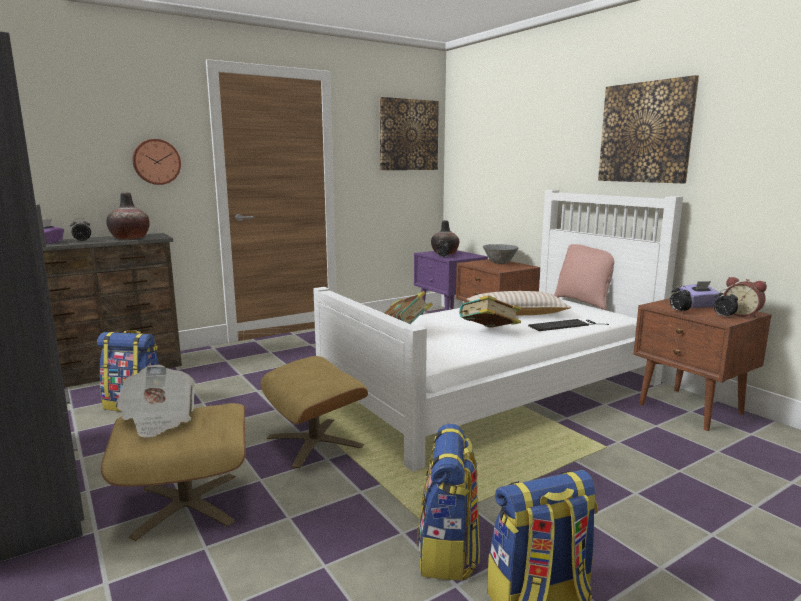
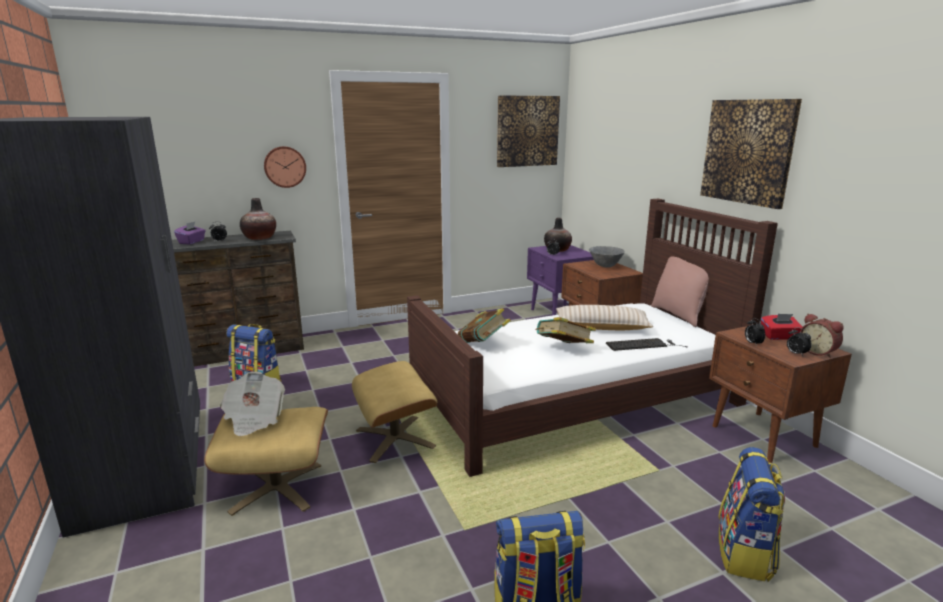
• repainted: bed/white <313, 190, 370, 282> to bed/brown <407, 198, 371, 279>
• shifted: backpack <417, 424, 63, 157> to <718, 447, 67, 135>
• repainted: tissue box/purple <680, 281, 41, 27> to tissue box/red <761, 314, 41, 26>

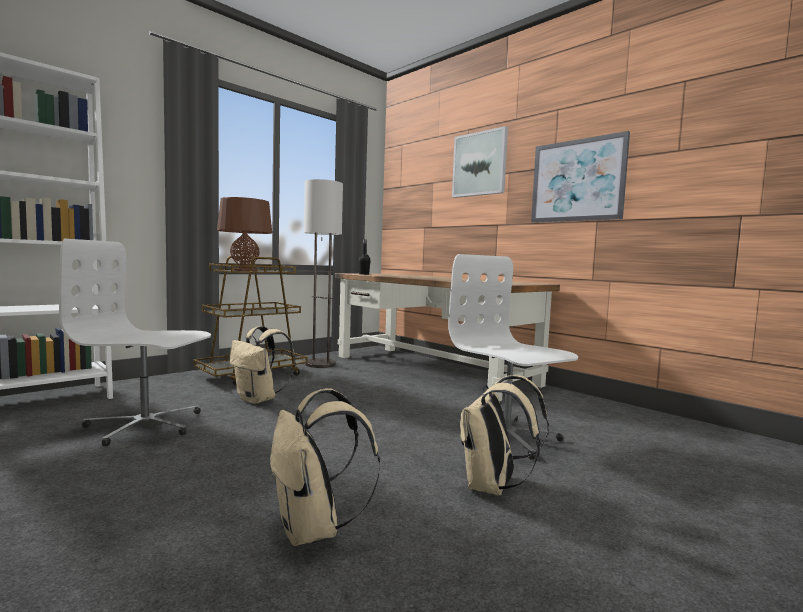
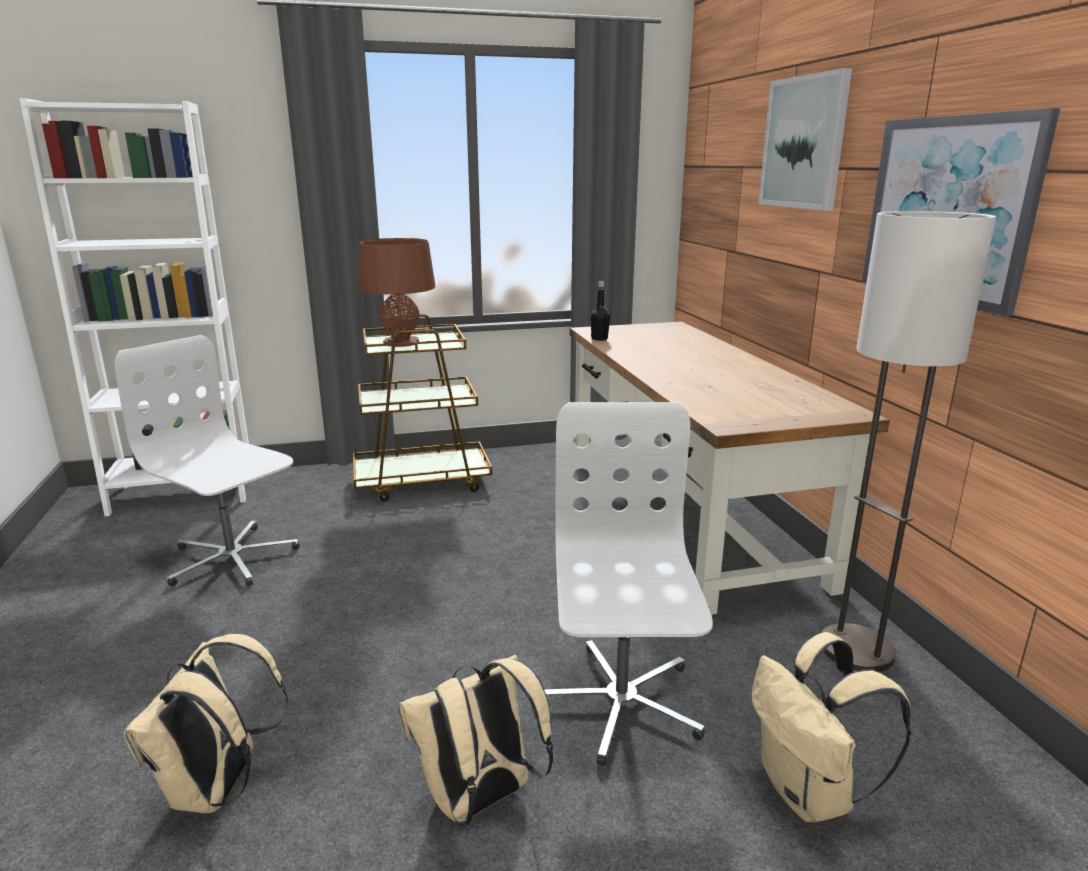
• shifted: backpack/beige <230, 326, 65, 78> to <752, 632, 159, 190>
• shifted: floor lamp <304, 179, 39, 189> to <821, 211, 175, 461>

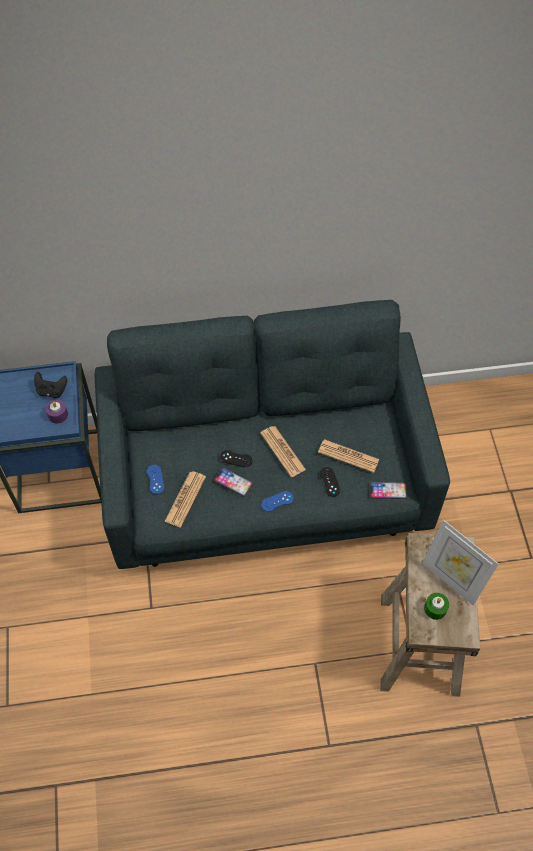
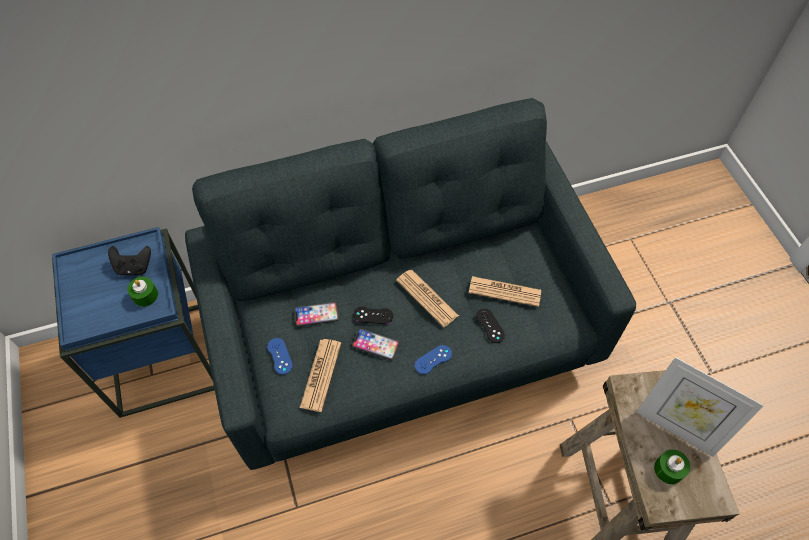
• repainted: candle/purple <46, 400, 22, 23> to candle/green <127, 277, 31, 30>
• shifted: phone <370, 482, 37, 17> to <294, 302, 45, 25>

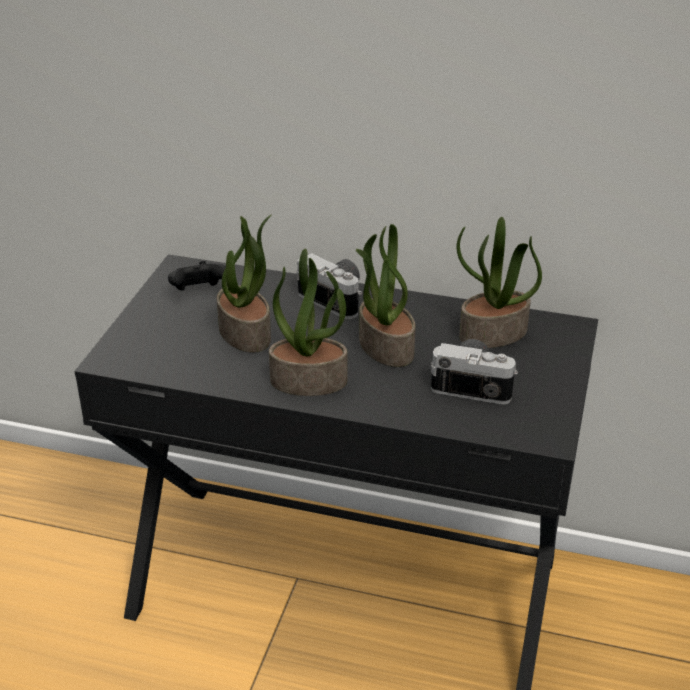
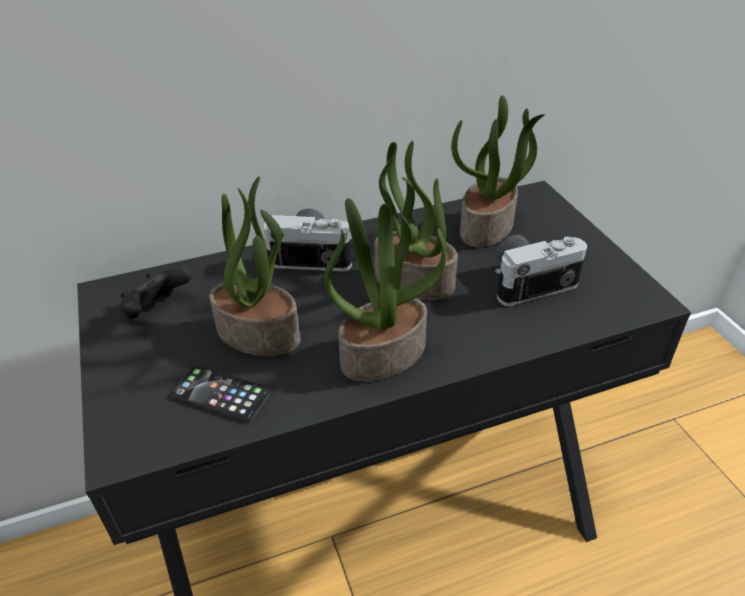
• new: phone <172, 366, 99, 56>

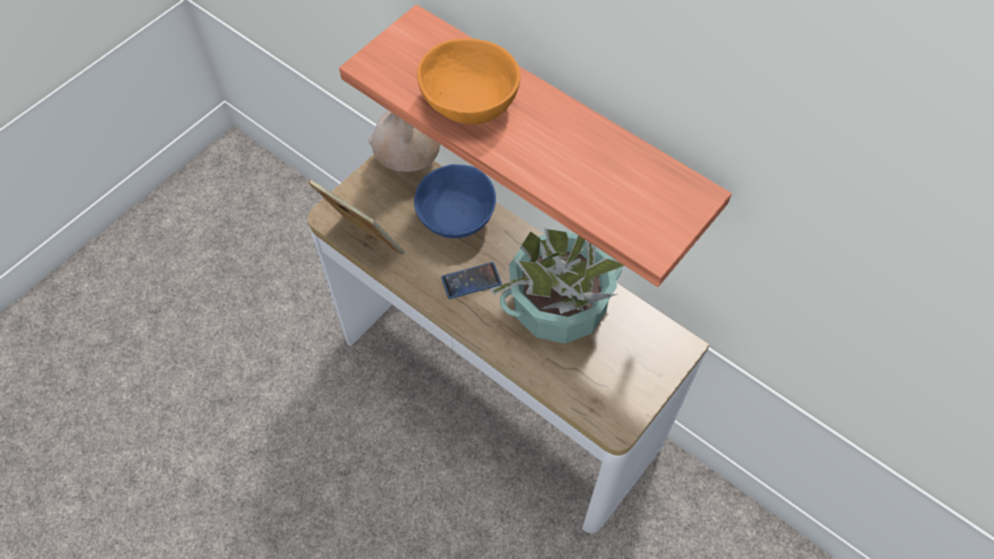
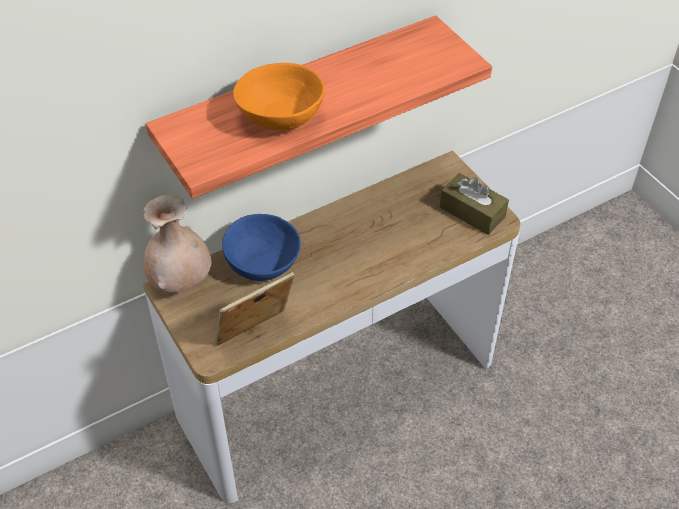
• new: tissue box/brown <440, 173, 69, 62>
• gone: phone <441, 262, 61, 37>
• gone: potted plant <489, 228, 135, 116>

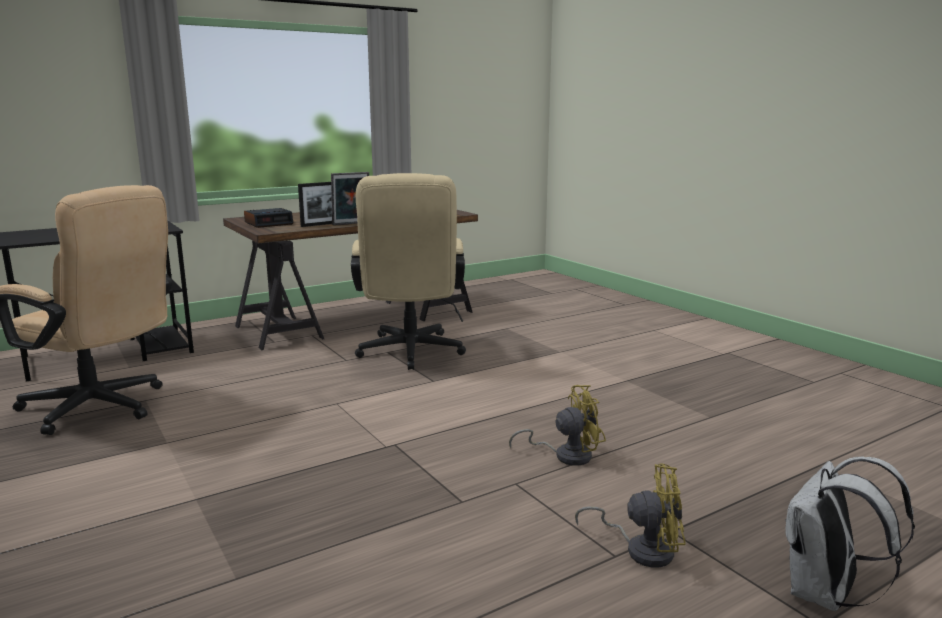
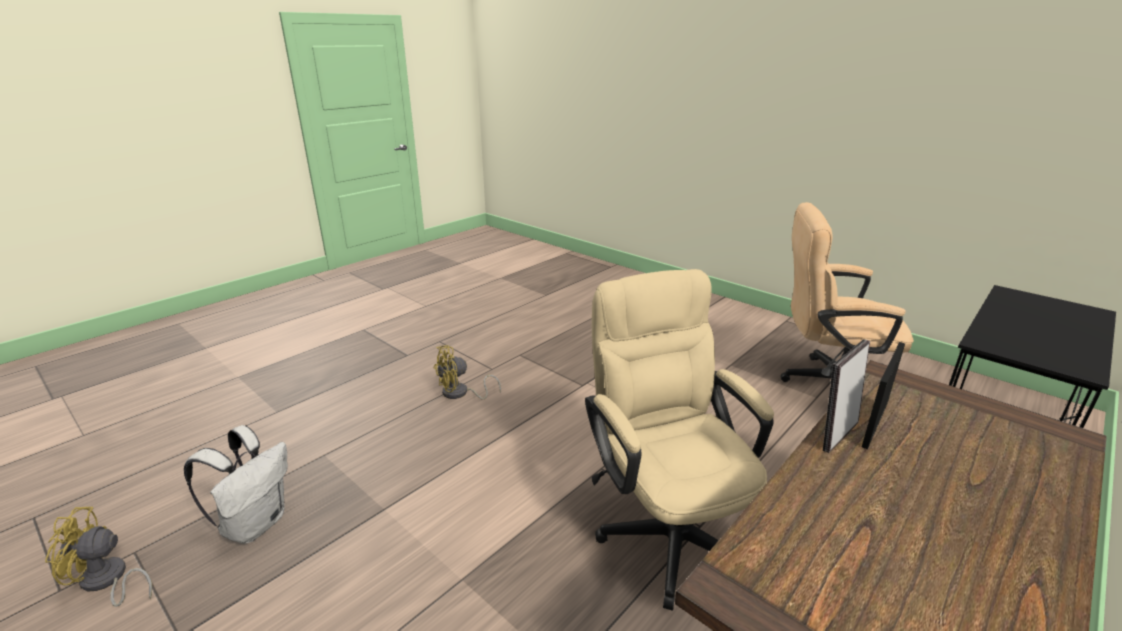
• shifted: fan/yellow <575, 463, 111, 104> to <45, 507, 107, 100>
• shifted: backpack/white <785, 457, 130, 154> to <184, 425, 104, 119>
• gone: alarm clock <244, 208, 49, 20>

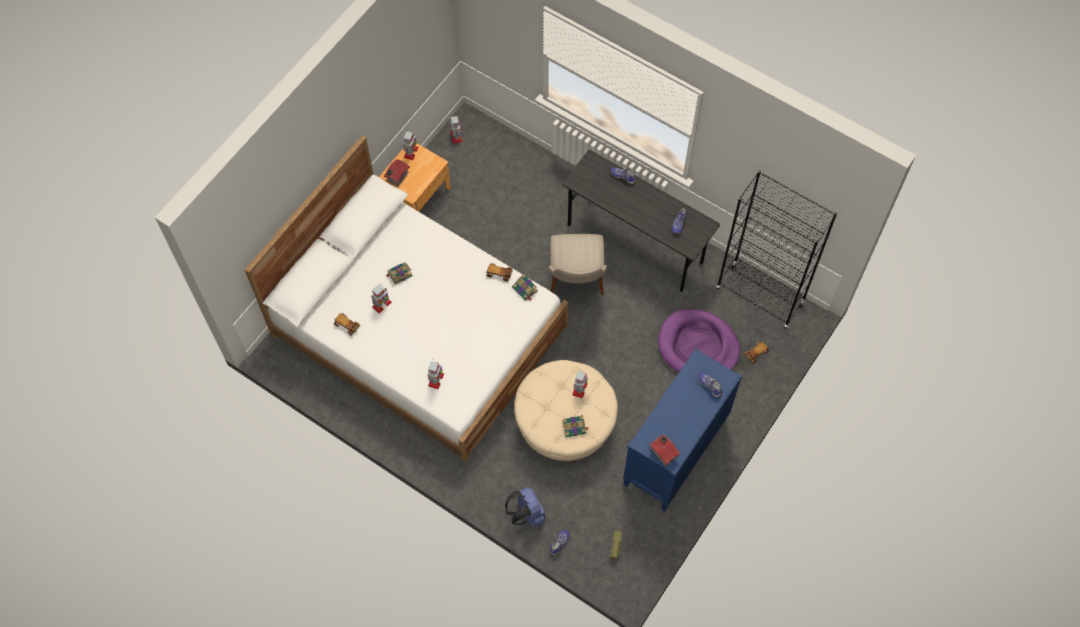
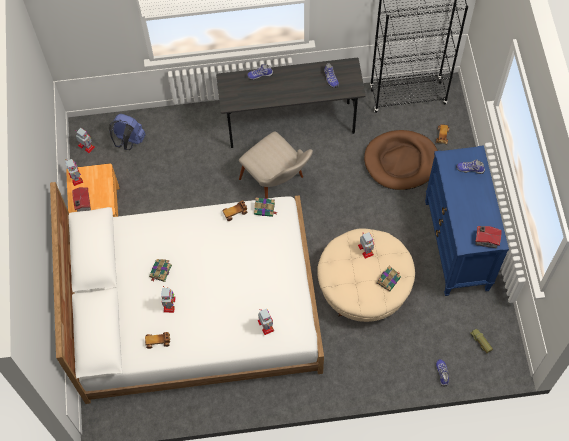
• shifted: backpack/blue <505, 487, 41, 40> to <109, 114, 37, 36>
• repainted: dog bed/purple <658, 309, 82, 64> to dog bed/brown <364, 130, 74, 60>

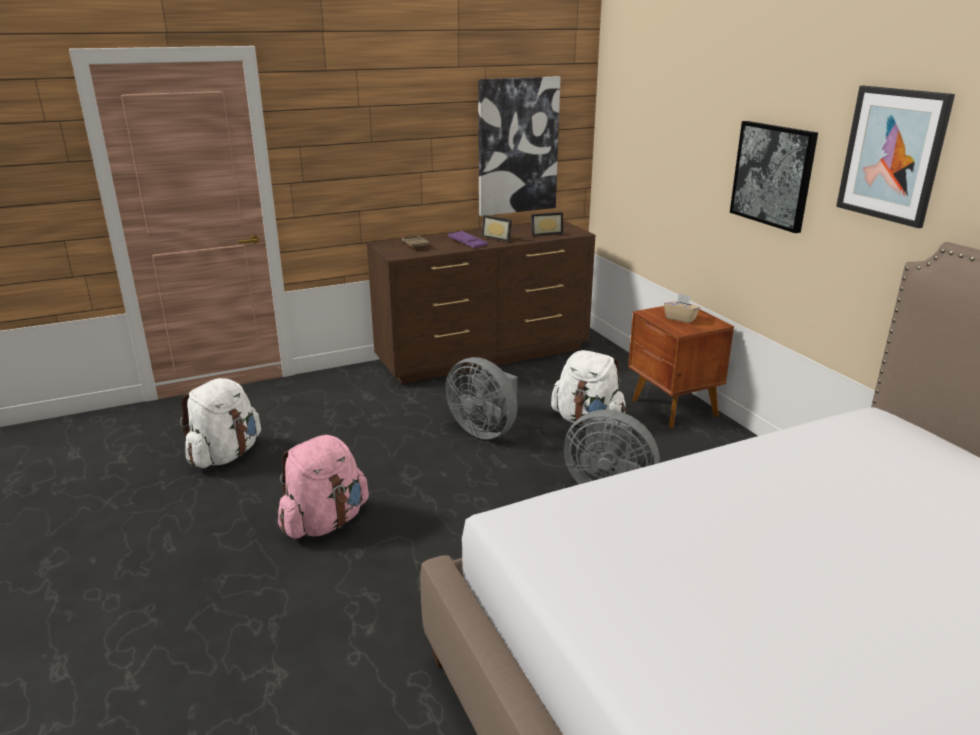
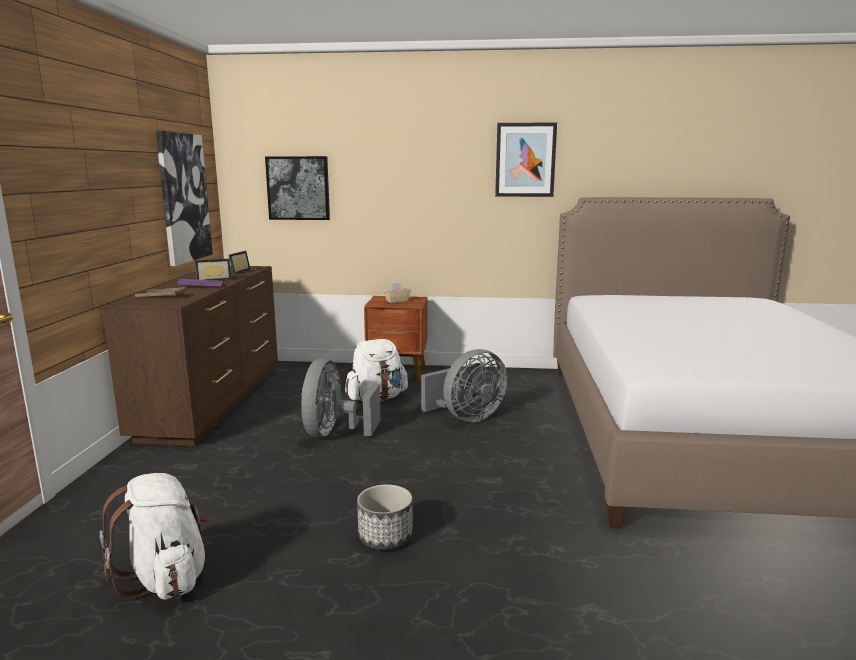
• shifted: picture <730, 121, 88, 112> to <265, 156, 65, 64>
• rotated: fan/grey <445, 357, 72, 82> = <301, 358, 80, 79> 120 degrees clockwise
• swapped: backpack/pink <278, 435, 91, 104> to planter <357, 484, 56, 66>

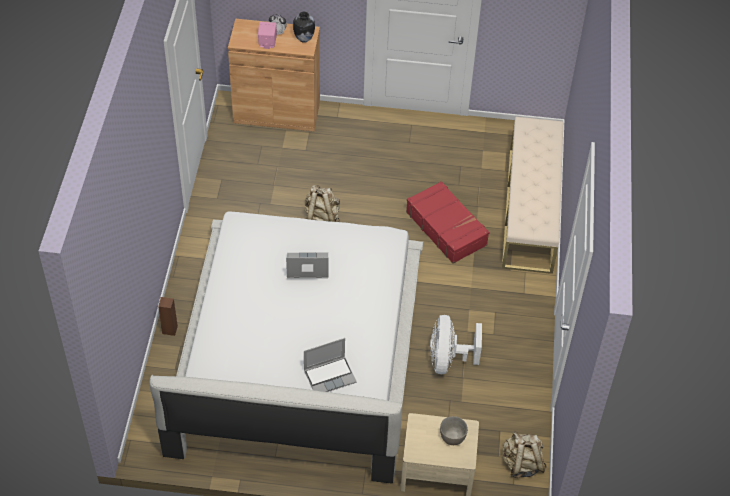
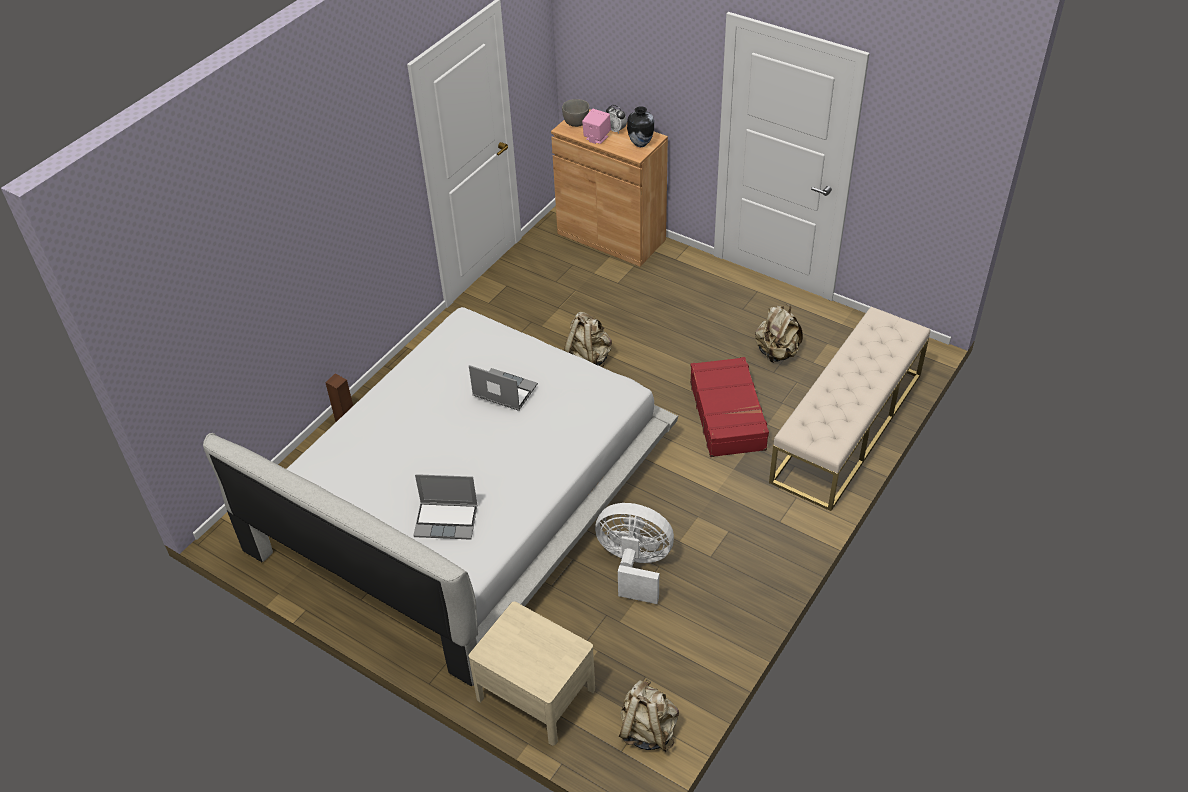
• shifted: bowl/grey <440, 416, 28, 29> to <562, 99, 27, 28>
• rotated: fan/white <430, 315, 52, 59> = <595, 503, 79, 101> 75 degrees clockwise
• new: backpack/beige <755, 304, 48, 59>

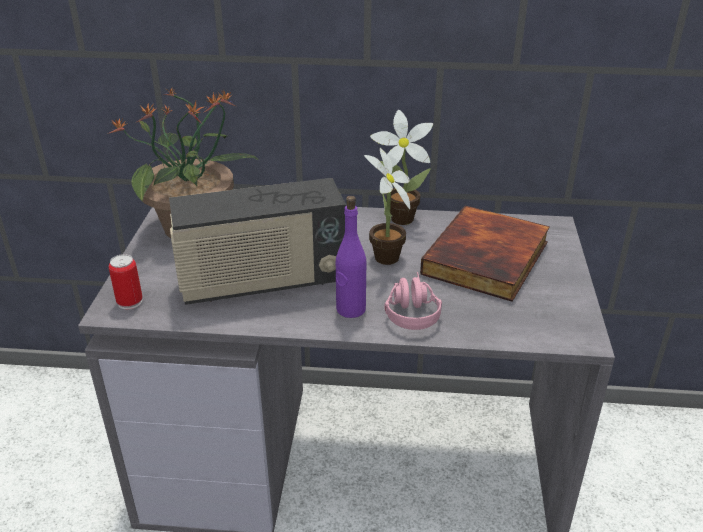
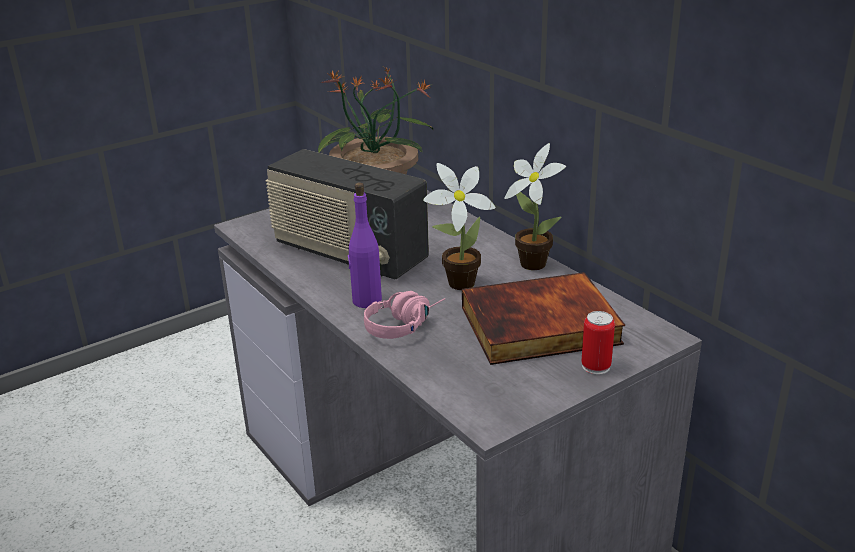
• shifted: can <109, 254, 34, 56> to <581, 311, 34, 64>

